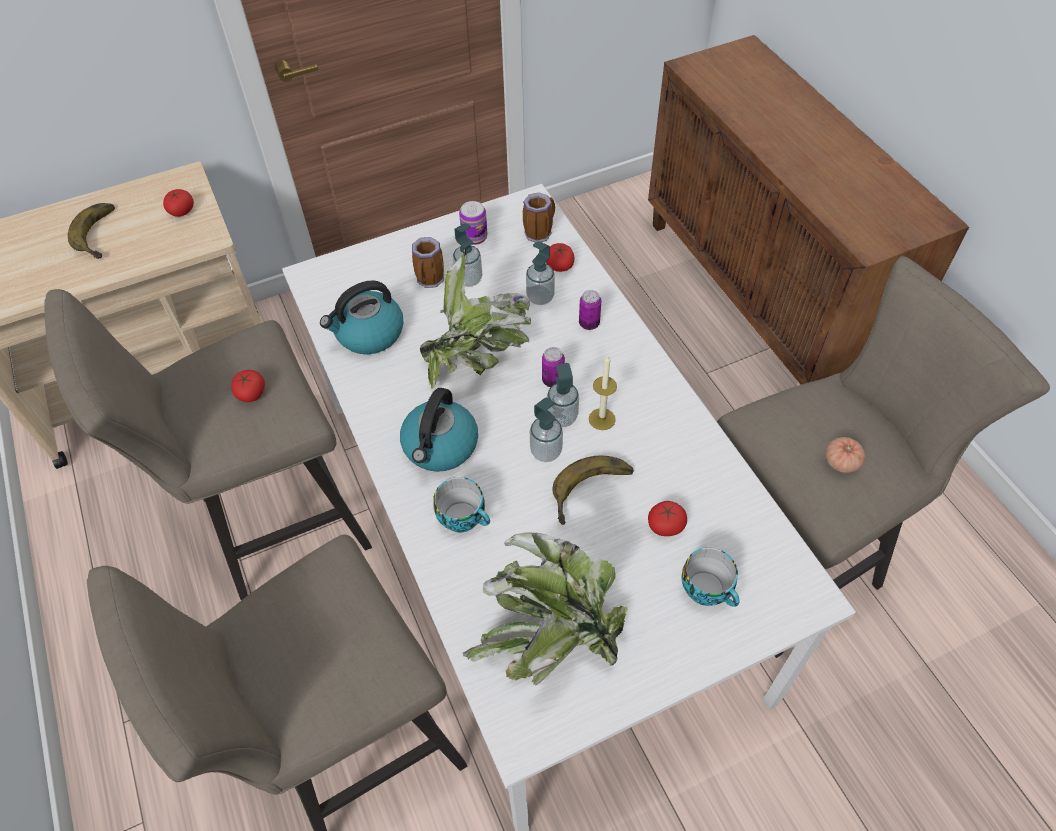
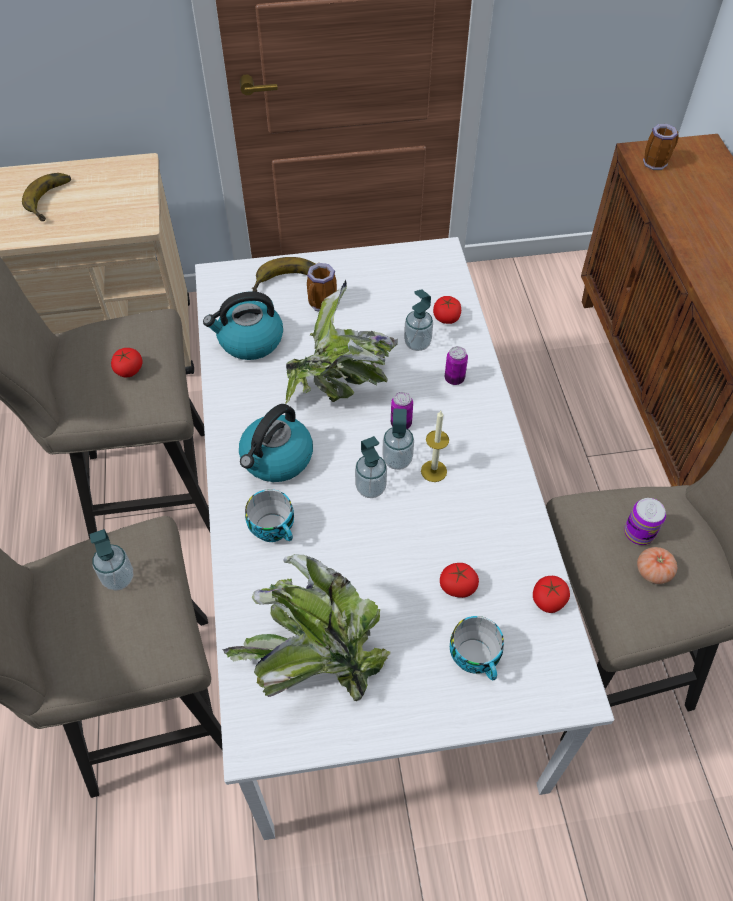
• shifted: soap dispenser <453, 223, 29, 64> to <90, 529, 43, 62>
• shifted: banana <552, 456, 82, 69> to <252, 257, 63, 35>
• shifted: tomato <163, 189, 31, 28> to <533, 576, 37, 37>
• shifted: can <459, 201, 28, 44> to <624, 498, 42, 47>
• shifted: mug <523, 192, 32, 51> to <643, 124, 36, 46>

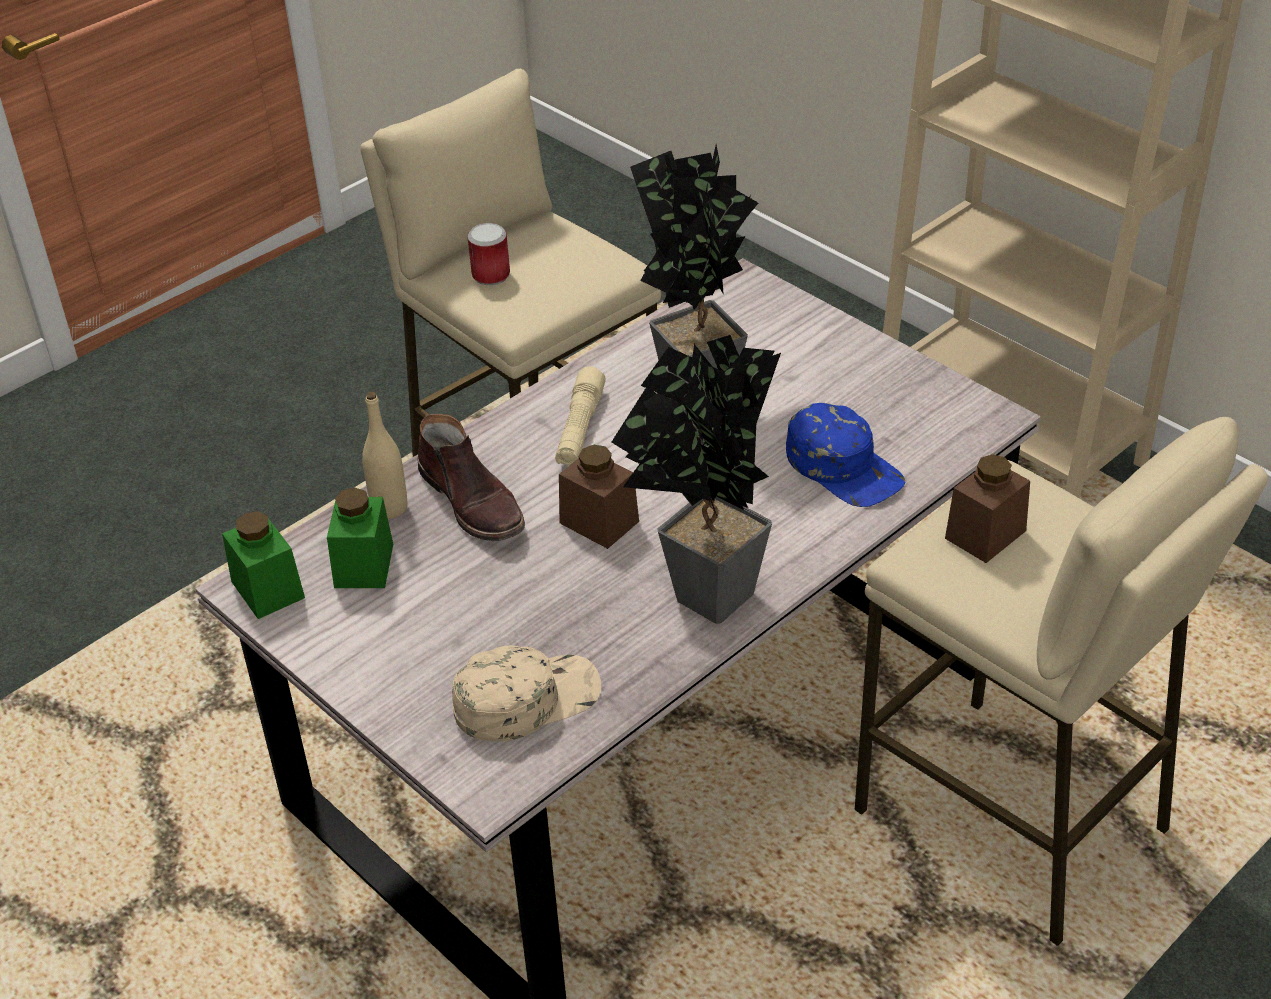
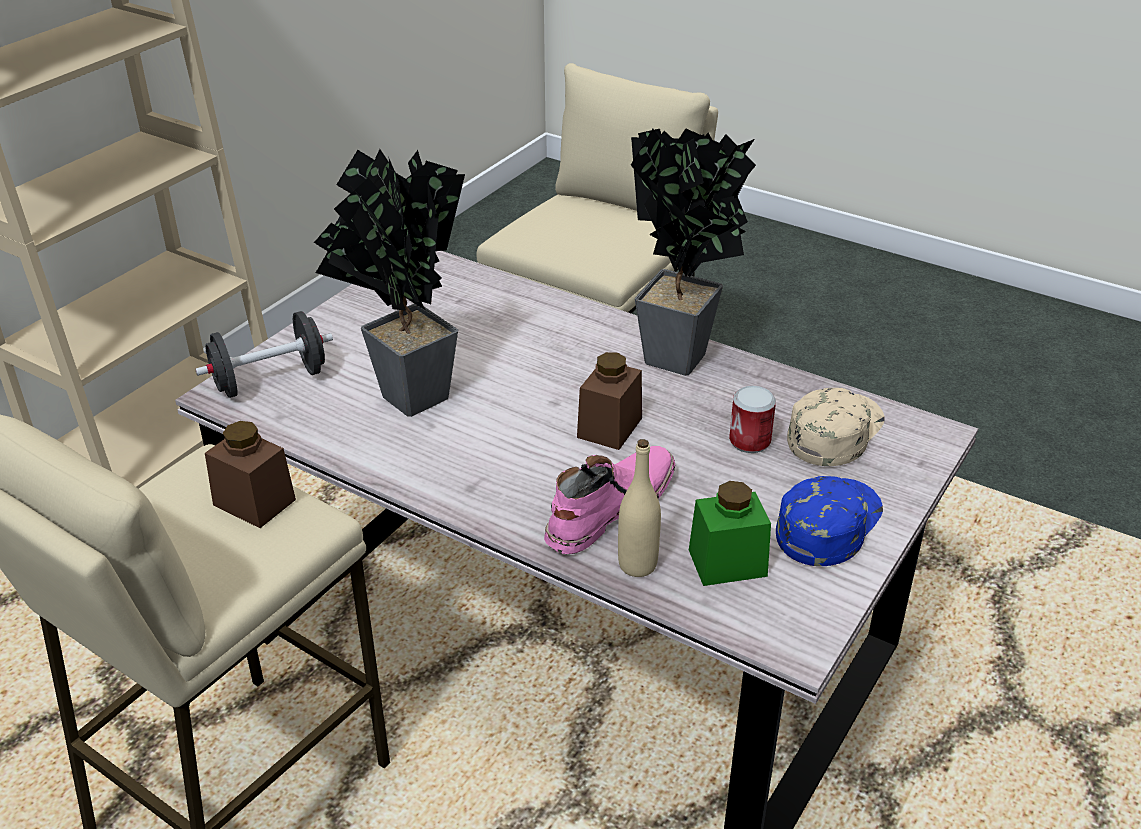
• new: dumbbell/black <195, 311, 138, 87>
• shifted: jar/brown <945, 454, 85, 109> to <205, 421, 91, 107>
• repainted: boot/brown <418, 414, 107, 127> to boot/pink <544, 446, 131, 108>
• shifted: can <467, 223, 43, 62> to <729, 386, 47, 67>
• shifted: cap/blue <786, 403, 119, 104> to <776, 476, 107, 90>
• rotated: cap/beige <452, 645, 149, 97> = <787, 388, 98, 78> 75 degrees clockwise
• gone: jar/green <222, 511, 83, 108>
• gone: flashlight/beige <555, 367, 51, 98>

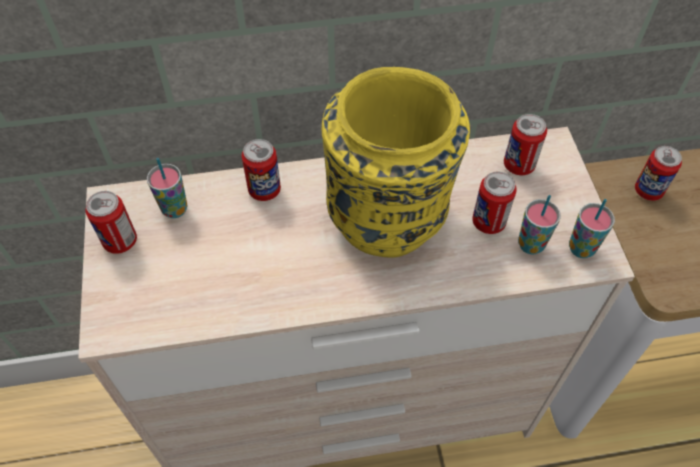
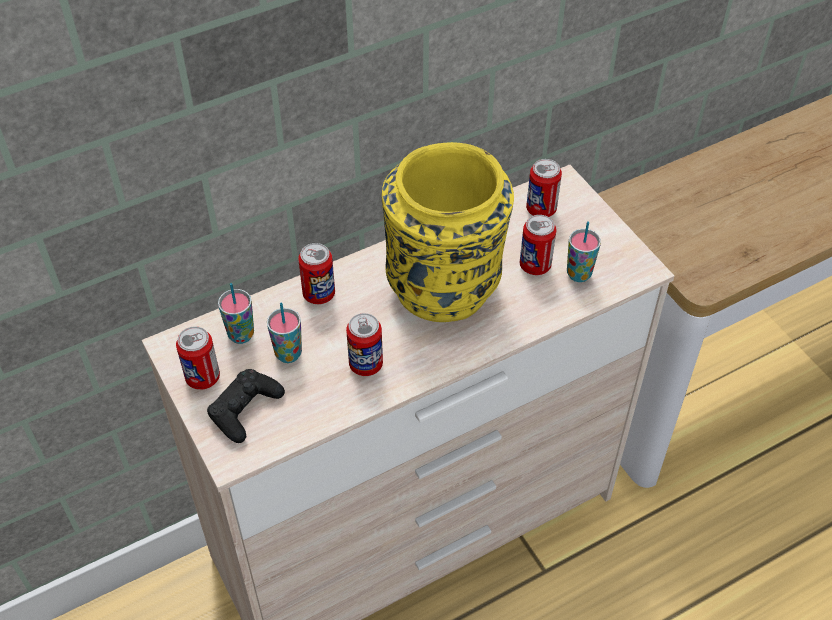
• new: game controller/black <207, 369, 78, 74>
• shifted: cup <569, 199, 46, 59> to <267, 302, 35, 61>
• shifted: can <635, 146, 47, 55> to <346, 313, 37, 63>

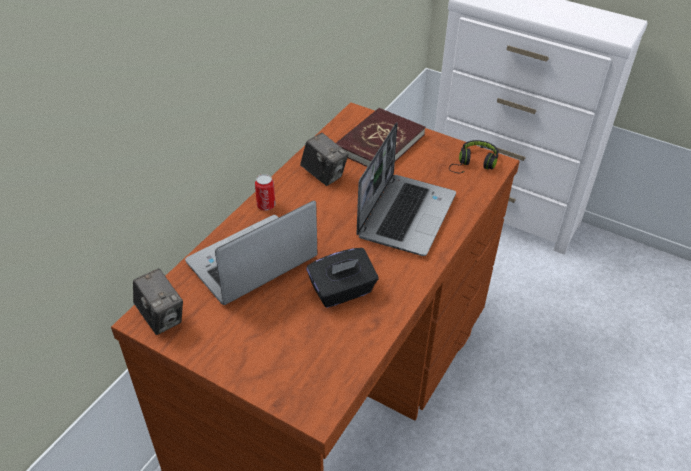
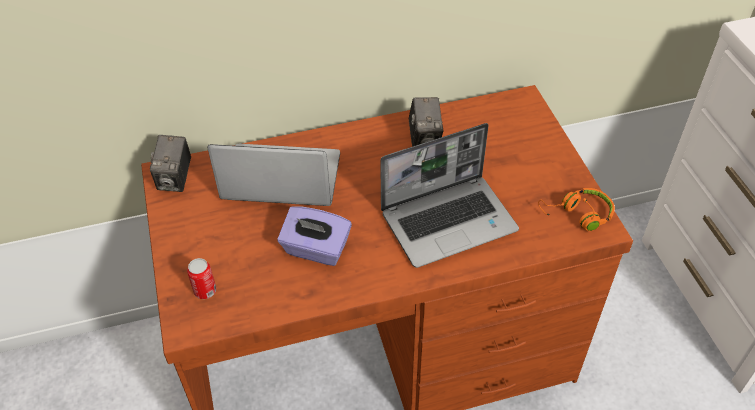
• shifted: can <255, 174, 21, 37> to <187, 258, 29, 41>
• repainted: tissue box/black <307, 248, 72, 60> to tissue box/purple <277, 206, 75, 60>
• repainted: headphones/black <449, 140, 50, 34> to headphones/orange <538, 188, 77, 43>
• gone: book/red <336, 108, 90, 59>

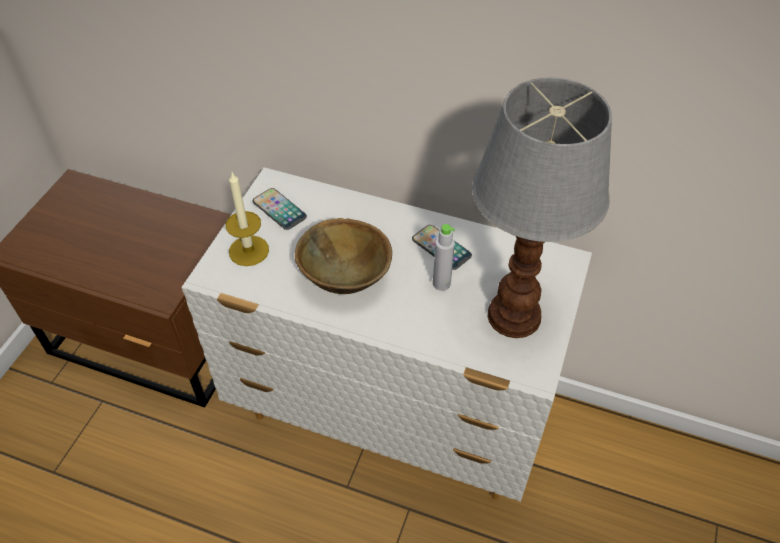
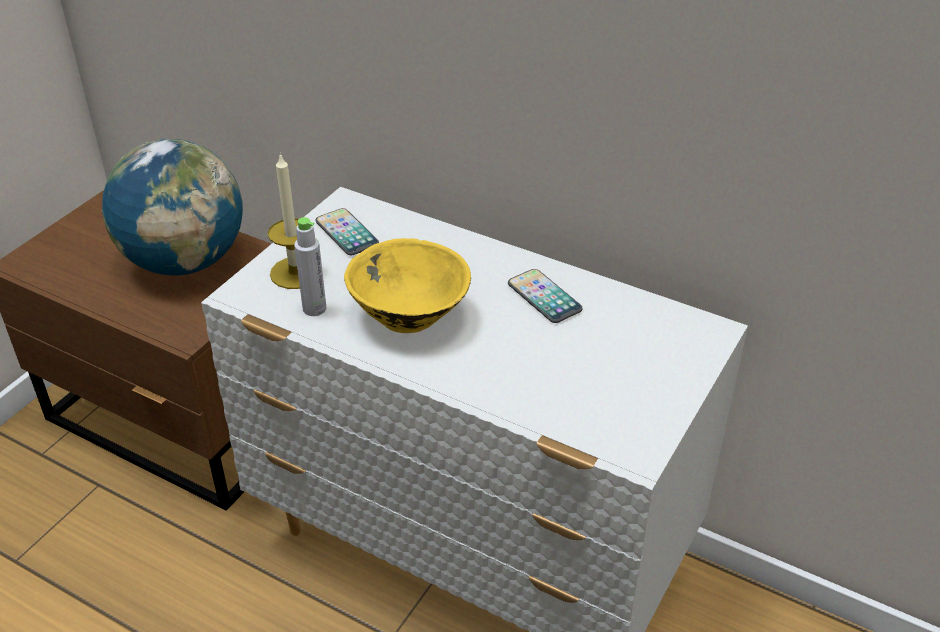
• new: globe <102, 139, 141, 137>
• shifted: bottle/grey <433, 224, 22, 67> to <294, 217, 32, 99>
• repainted: bowl/brown <295, 218, 97, 76> to bowl/yellow <344, 238, 127, 95>
• gone: table lamp <472, 78, 140, 260>

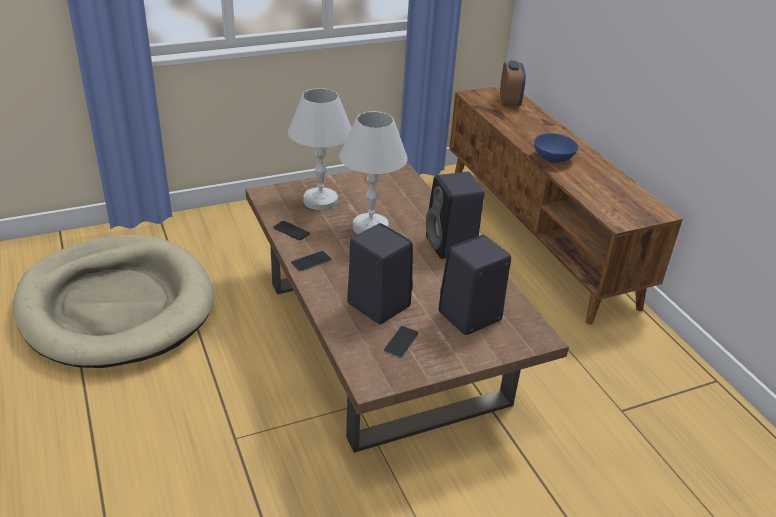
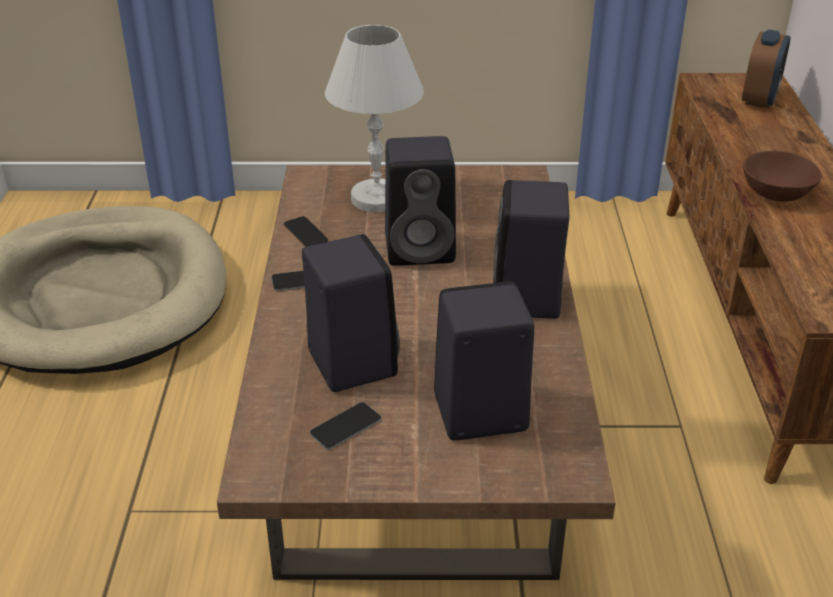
• swapped: table lamp/white <339, 111, 69, 123> to speaker/black <385, 136, 71, 130>
• repainted: bowl/blue <534, 133, 45, 30> to bowl/brown <743, 151, 79, 51>

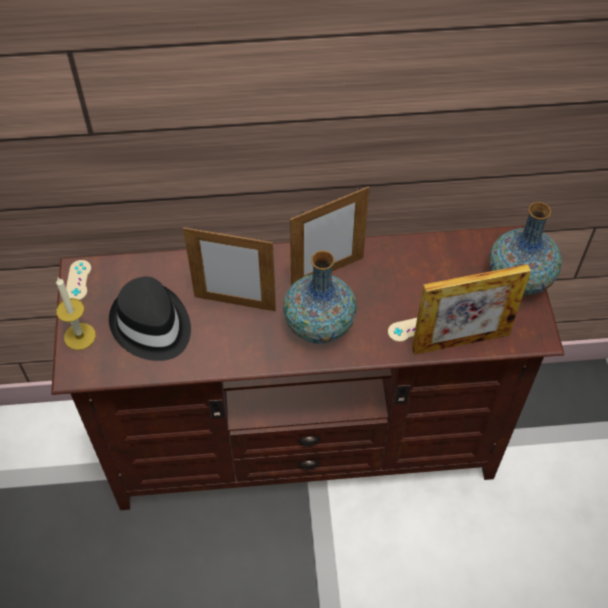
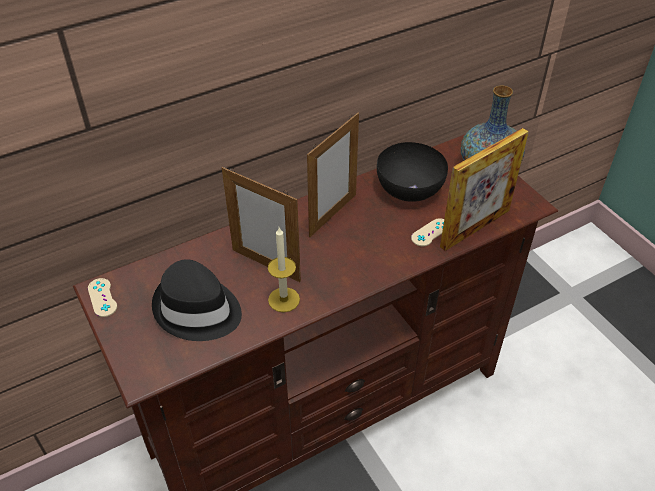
• rotated: picture frame <183, 226, 93, 85> = <222, 167, 79, 115> 45 degrees clockwise
• shifted: candle <56, 278, 40, 72> to <268, 227, 32, 85>
• new: bowl/black <377, 142, 71, 60>
• gone: vase <283, 251, 74, 93>

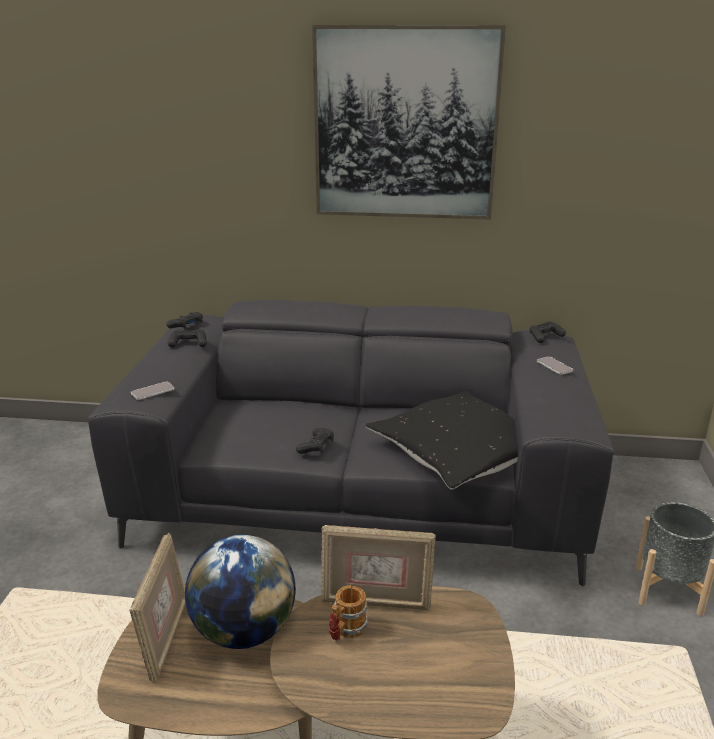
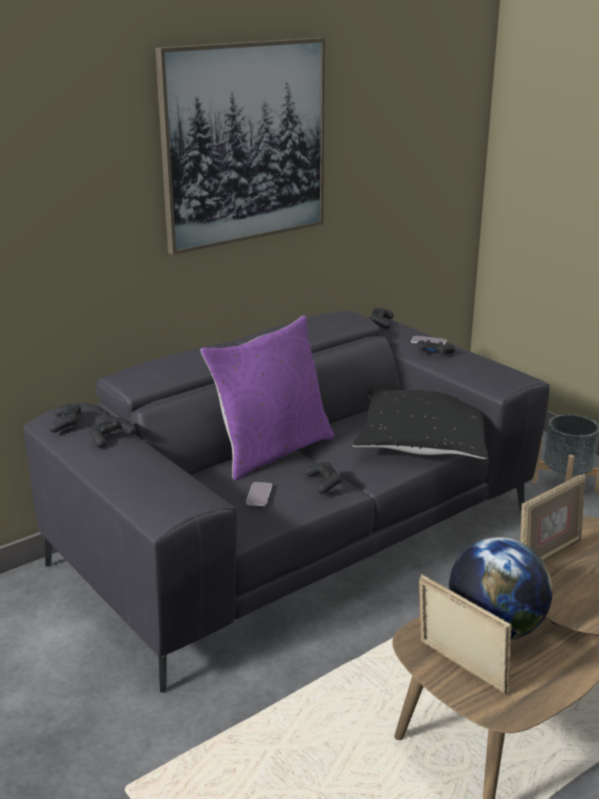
• new: pillow/purple <200, 315, 134, 165>
• shifted: phone <131, 382, 43, 18> to <246, 482, 26, 24>
• new: game controller/black <417, 340, 38, 16>
• gone: mug <329, 585, 40, 56>

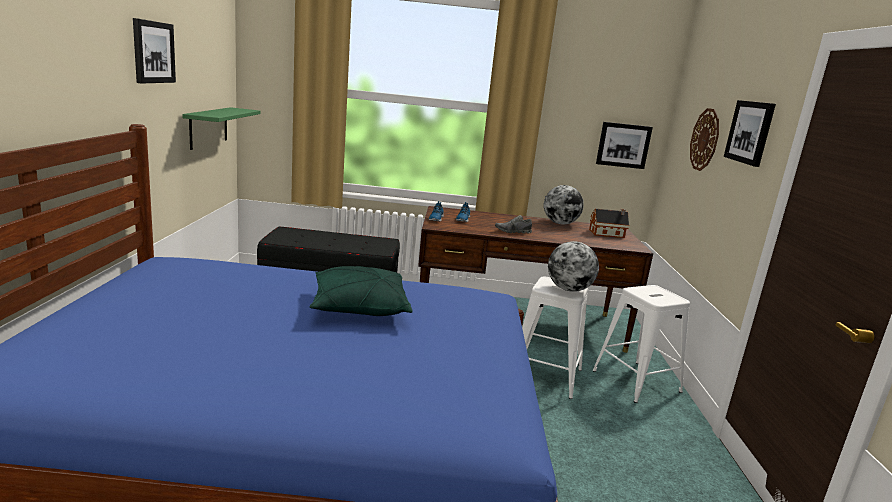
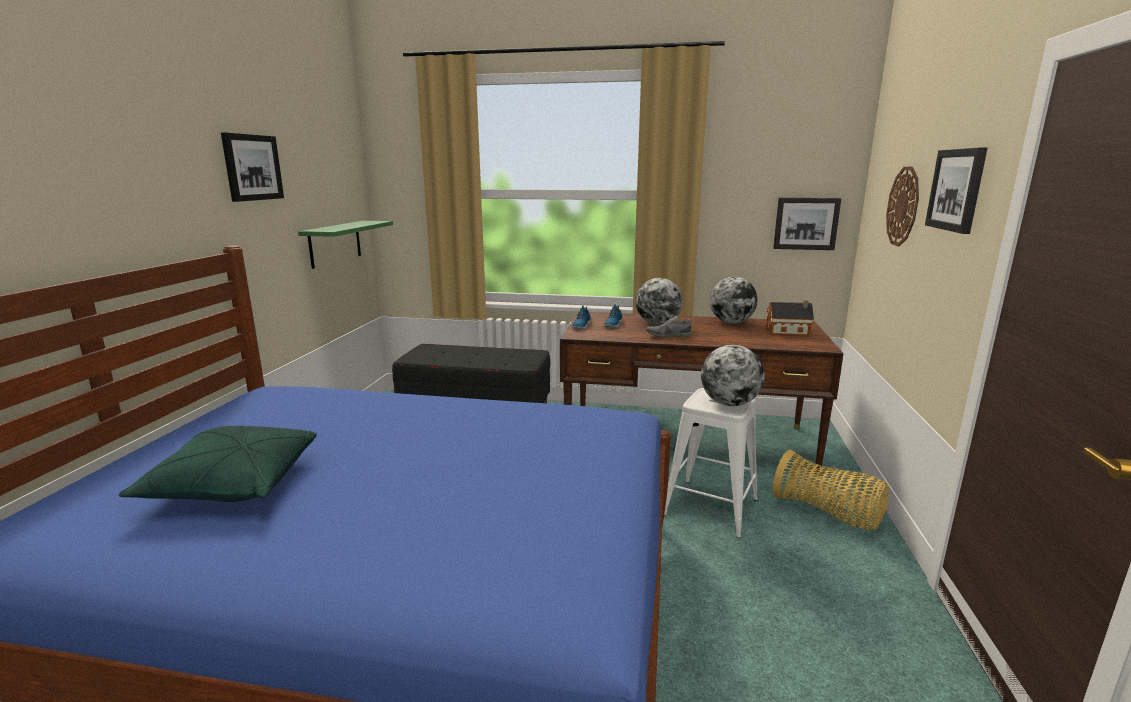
• shifted: pillow/green <310, 266, 103, 50> to <119, 425, 198, 77>
• new: globe <636, 278, 47, 47>
• swapped: stool/white <593, 285, 97, 118> to basket <773, 450, 116, 80>

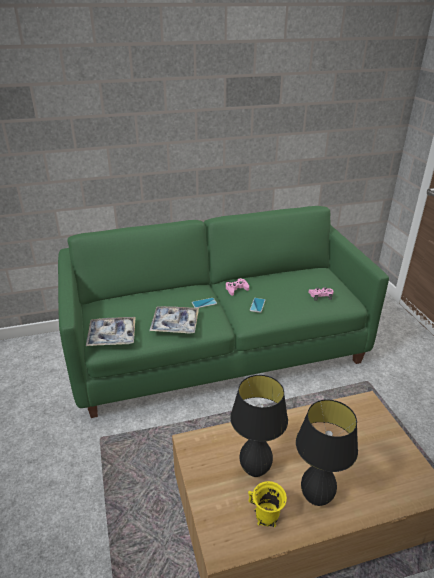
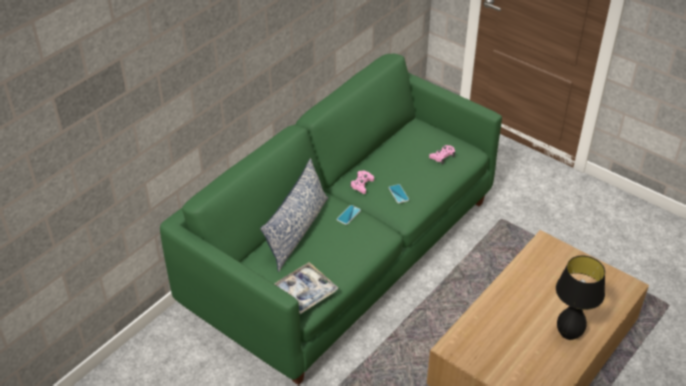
• new: pillow <260, 158, 68, 114>
• gone: tray <149, 306, 50, 28>
• gone: table lamp/black <230, 375, 58, 102>
• gone: mug/yellow <248, 481, 39, 46>

